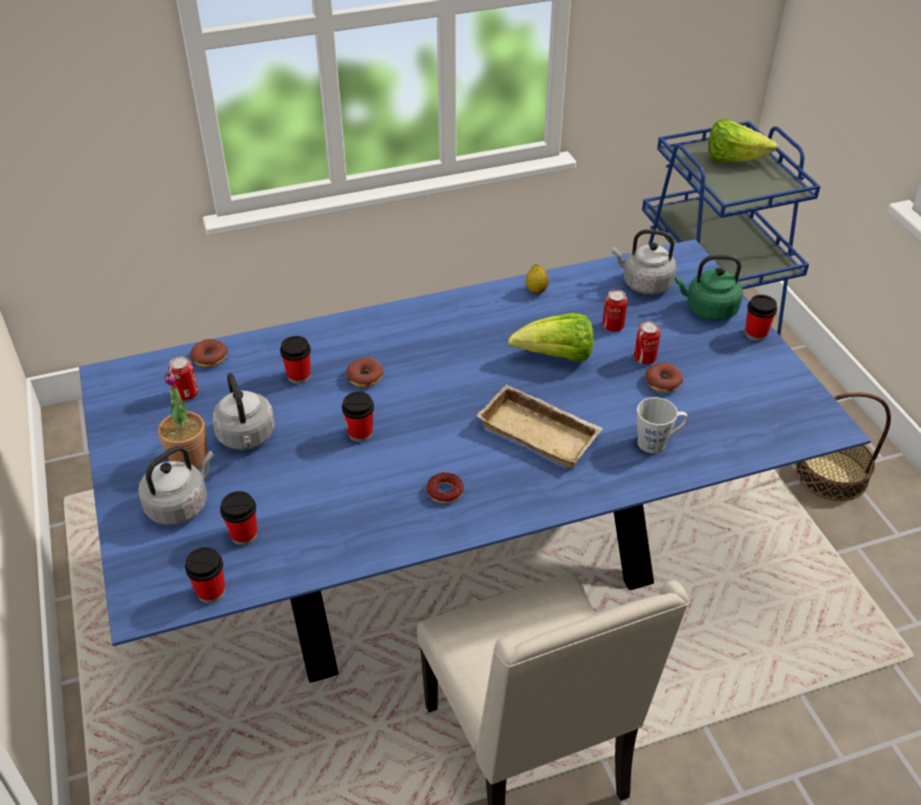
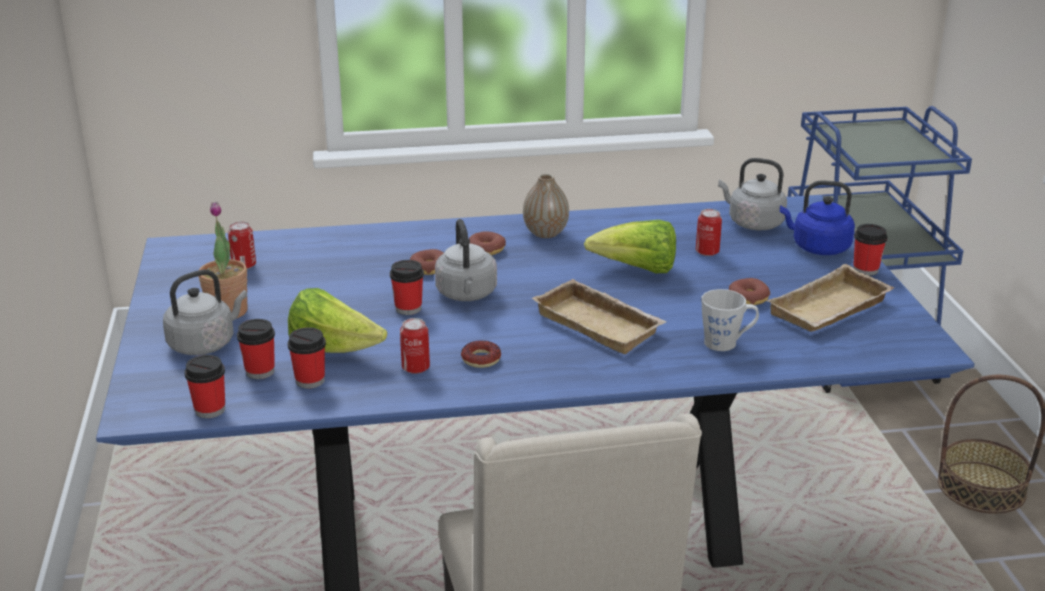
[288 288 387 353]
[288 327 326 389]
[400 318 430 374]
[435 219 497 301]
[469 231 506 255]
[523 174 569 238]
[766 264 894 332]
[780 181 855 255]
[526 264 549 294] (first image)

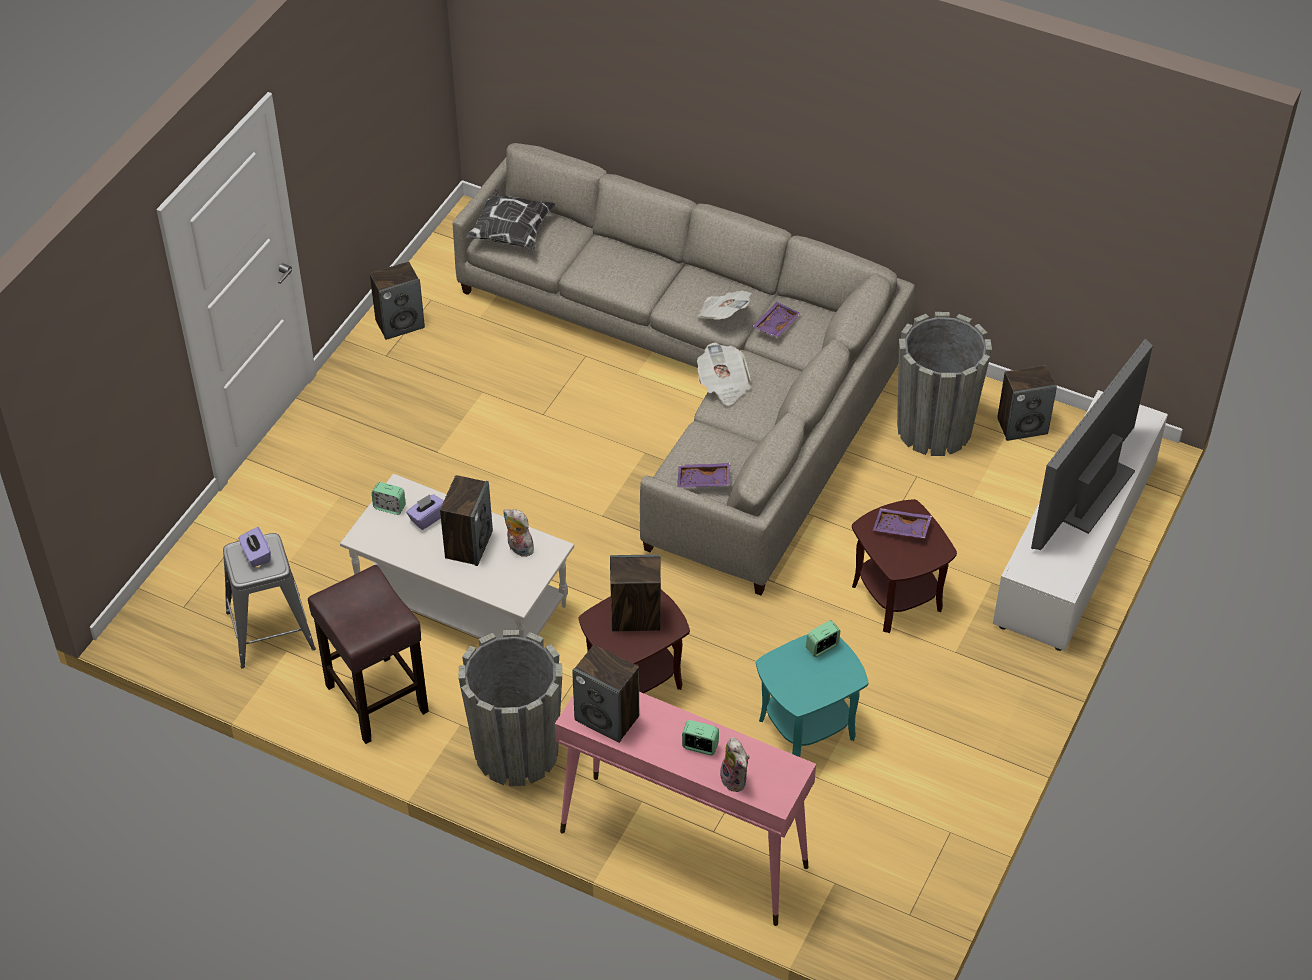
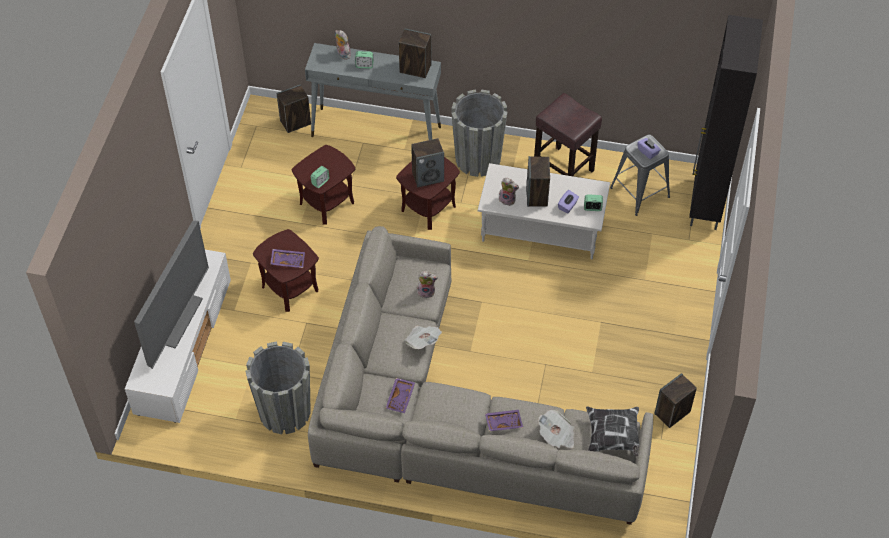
[277 84 311 133]
[292 145 355 224]
[305 43 441 140]
[417 271 438 298]
[485 410 523 431]
[538 410 575 449]
[689 15 763 230]

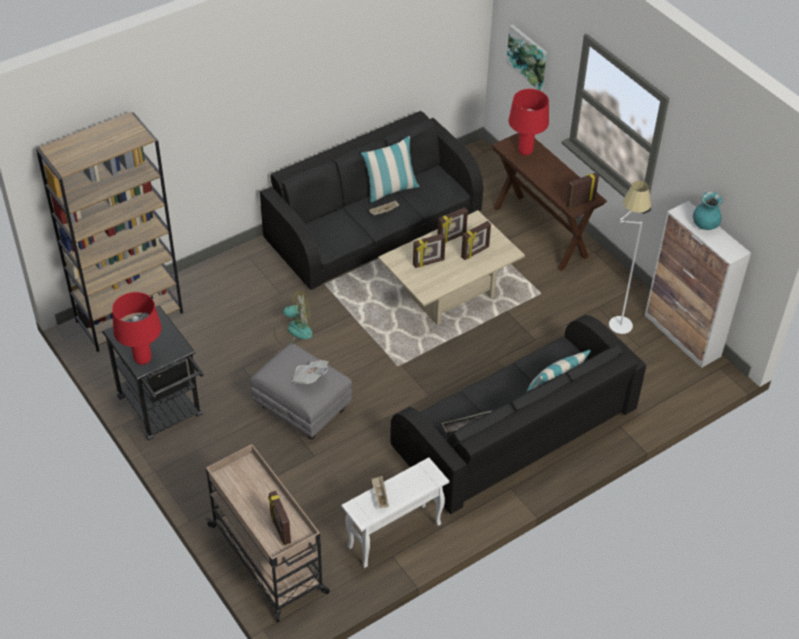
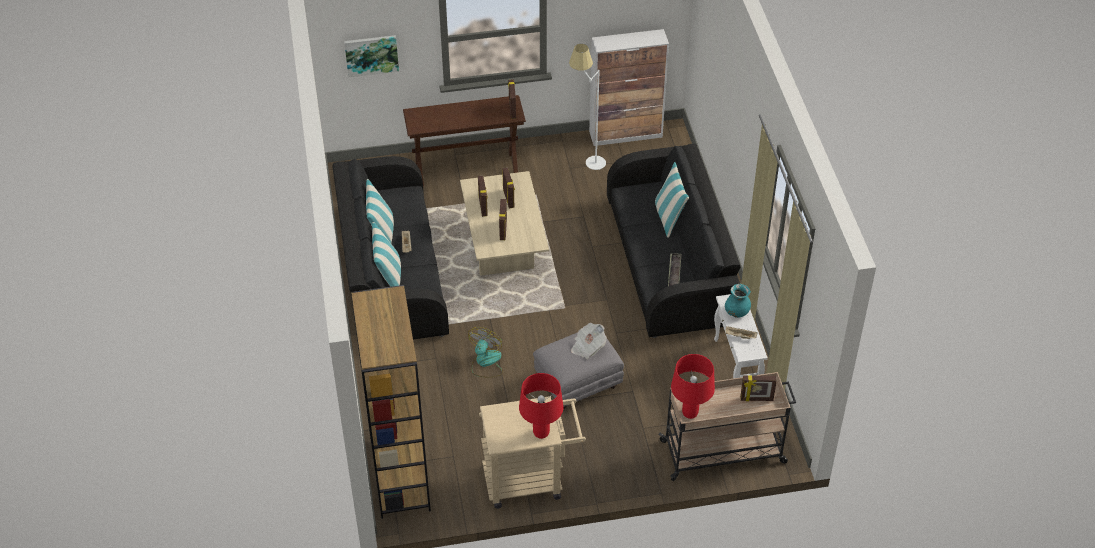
[372 222 401 287]
[479 396 586 509]
[671 354 715 419]
[725 284 751 318]

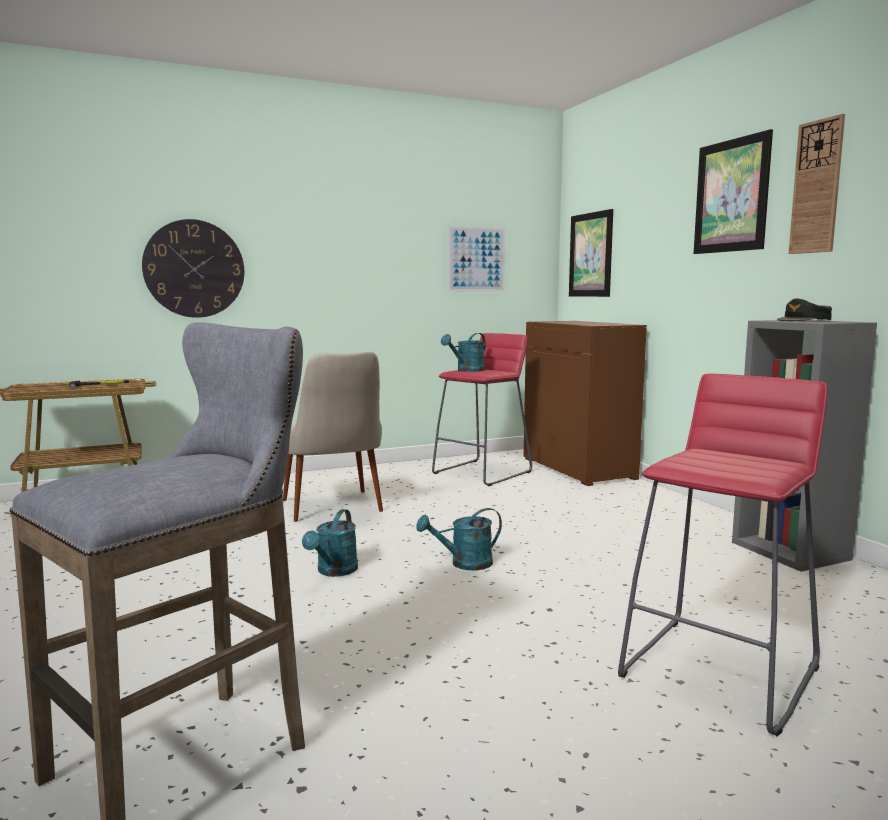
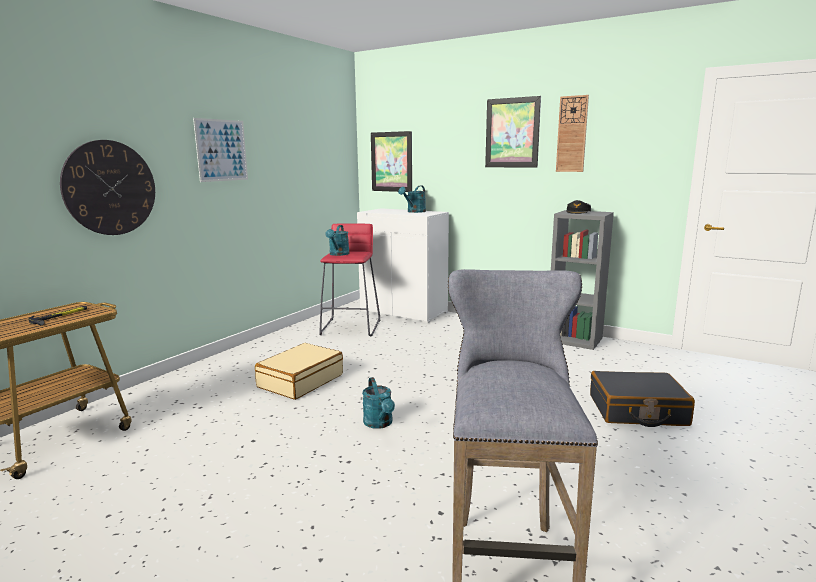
[193 118 248 182]
[255 343 343 400]
[357 208 449 323]
[398 186 426 213]
[590 371 695 427]

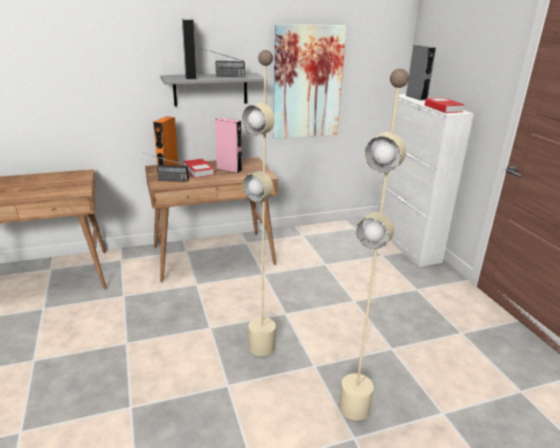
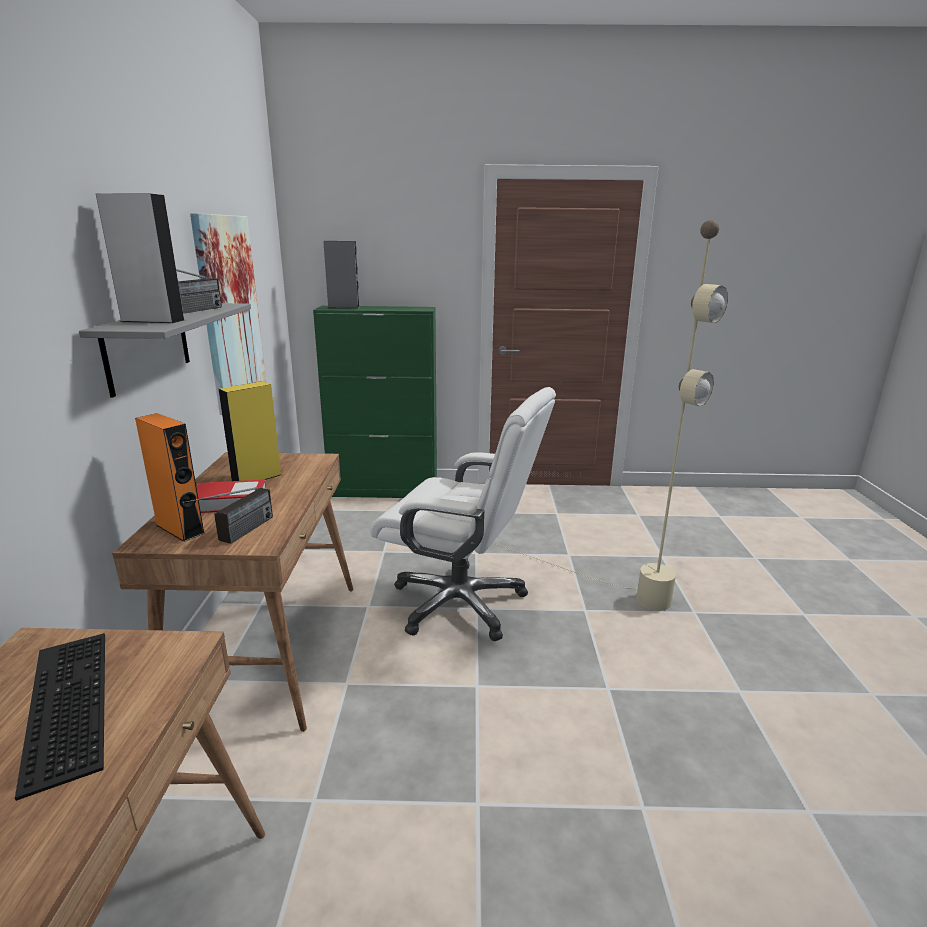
[15 633 105 801]
[219 381 282 481]
[313 306 437 498]
[370 387 556 641]
[425 98 465 113] (first image)

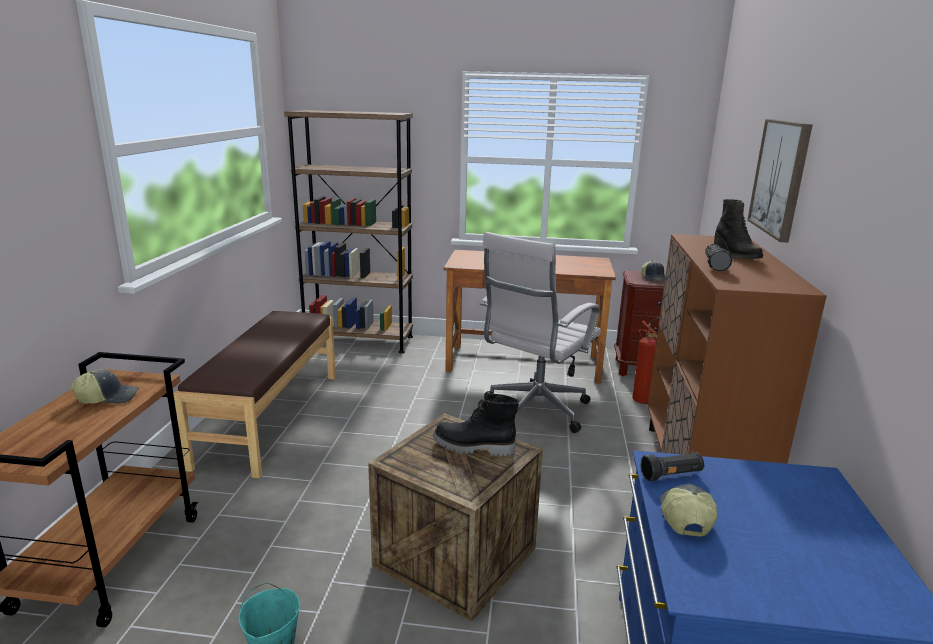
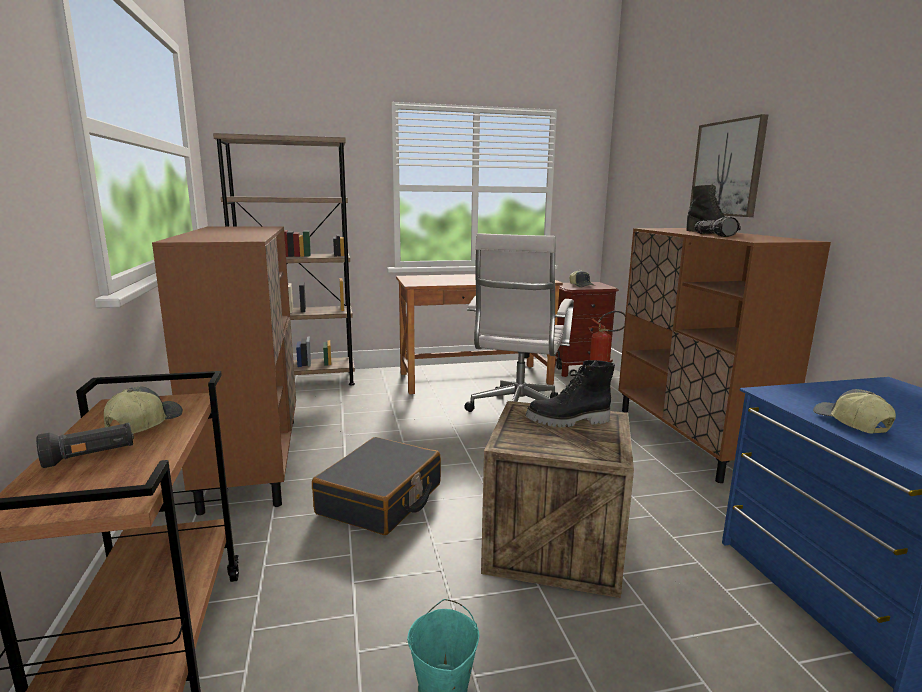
[36 422 134 468]
[104 387 183 434]
[152 226 296 515]
[312 437 441 535]

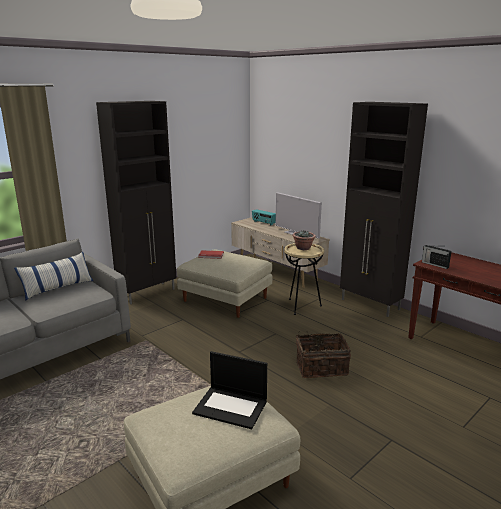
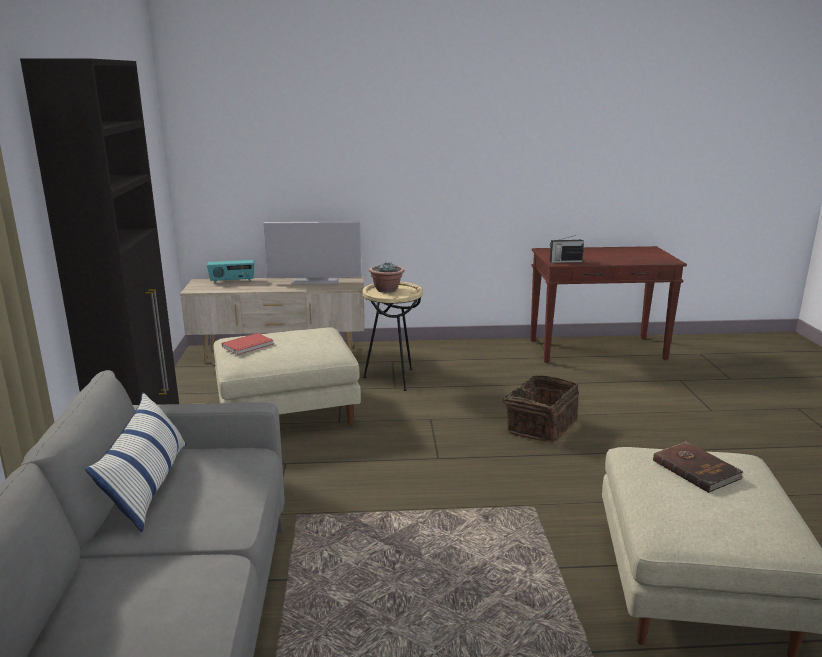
[653 441 744 493]
[340 102 428 317] (first image)

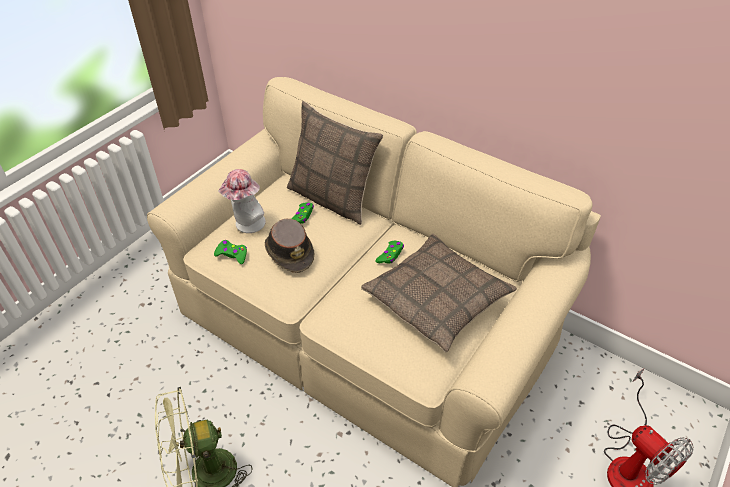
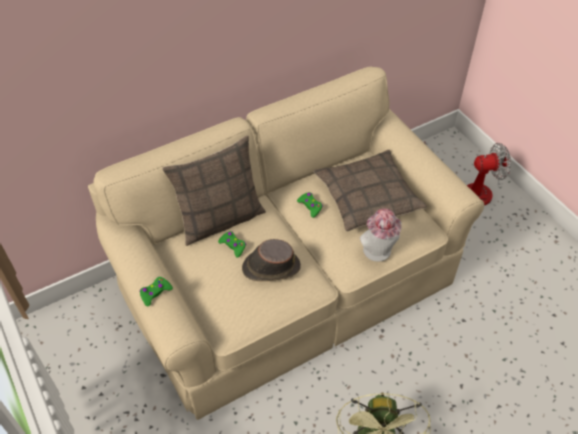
[140 277 173 306]
[360 208 402 262]

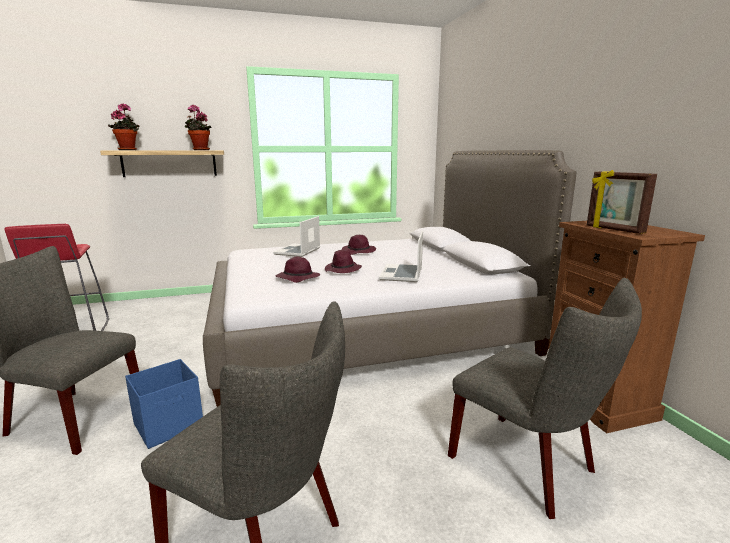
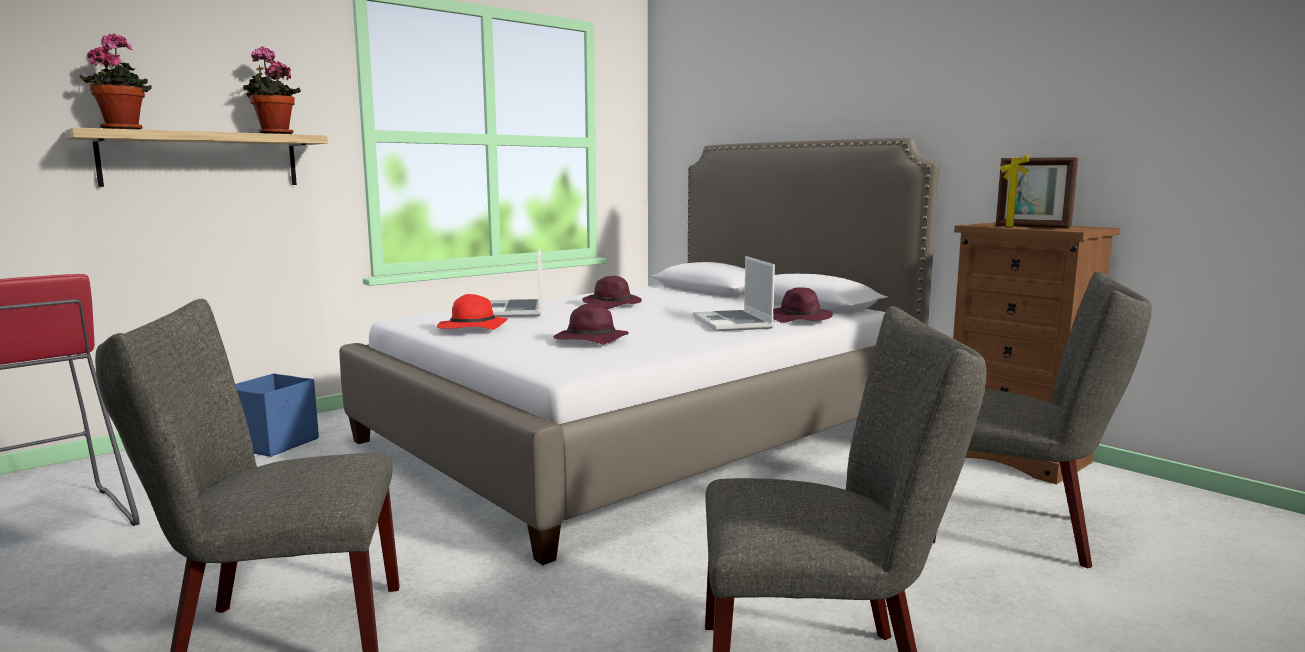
[235 374 319 457]
[437 294 508 330]
[773 288 833 323]

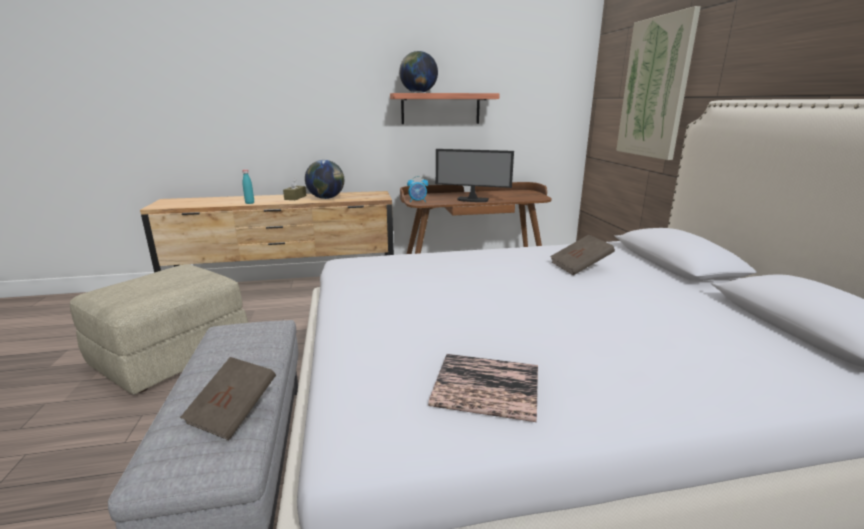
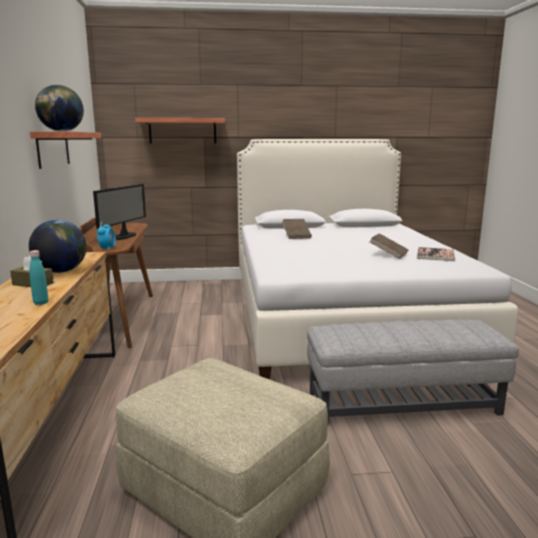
[135 118 225 144]
[370 233 409 259]

